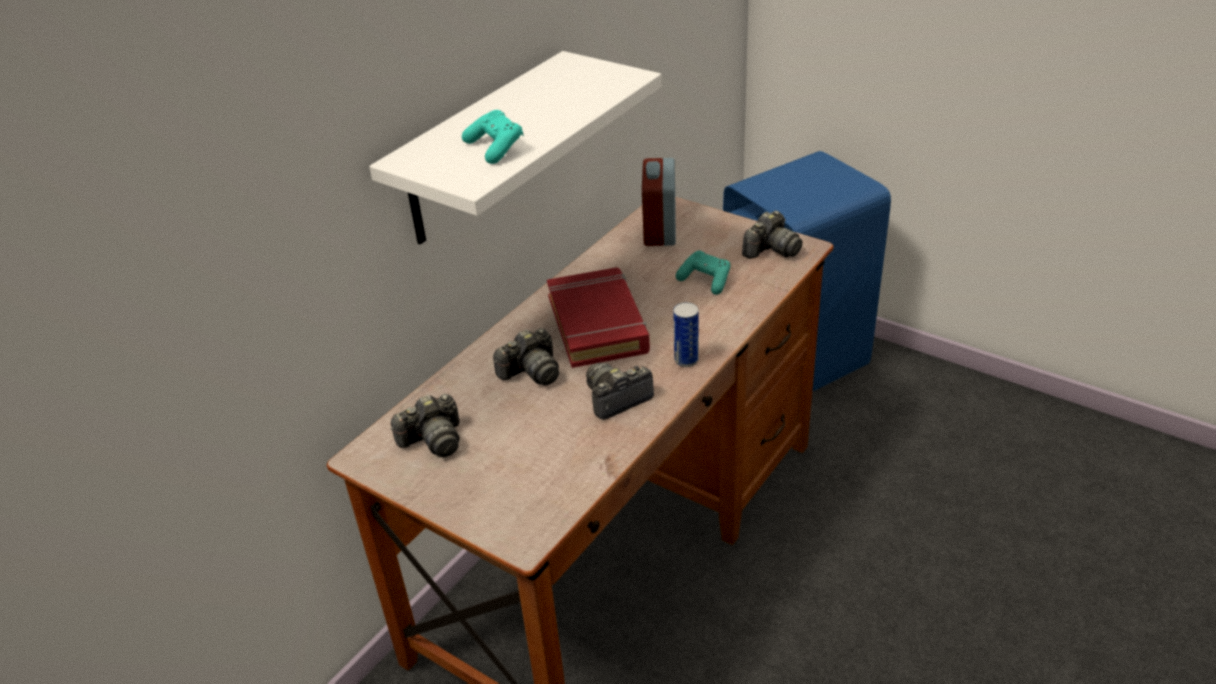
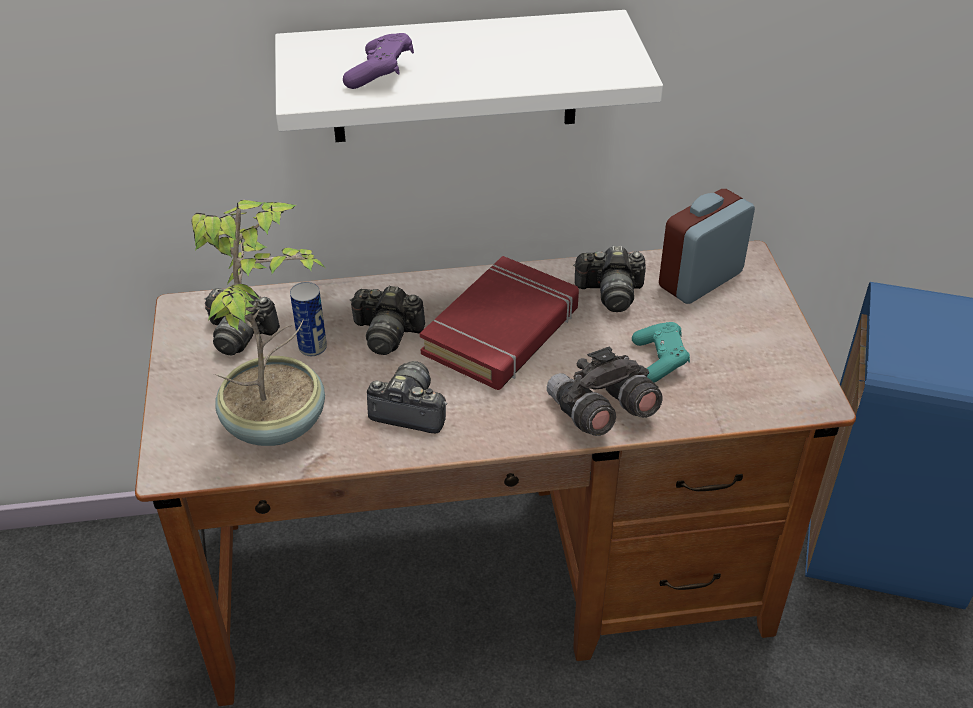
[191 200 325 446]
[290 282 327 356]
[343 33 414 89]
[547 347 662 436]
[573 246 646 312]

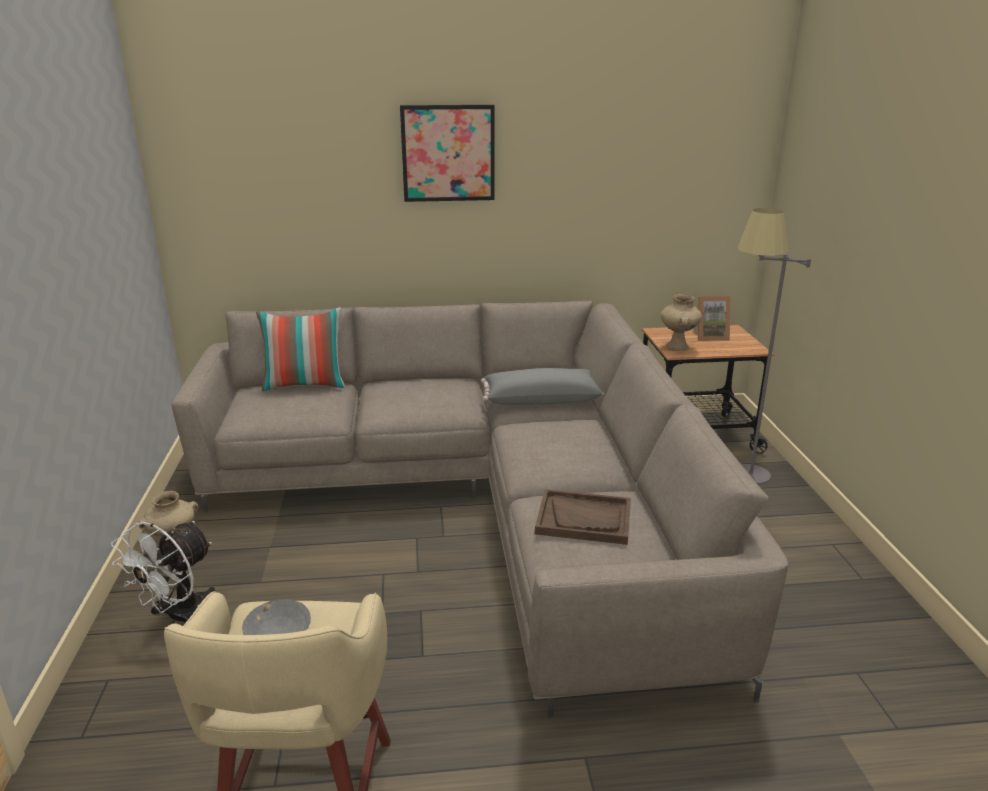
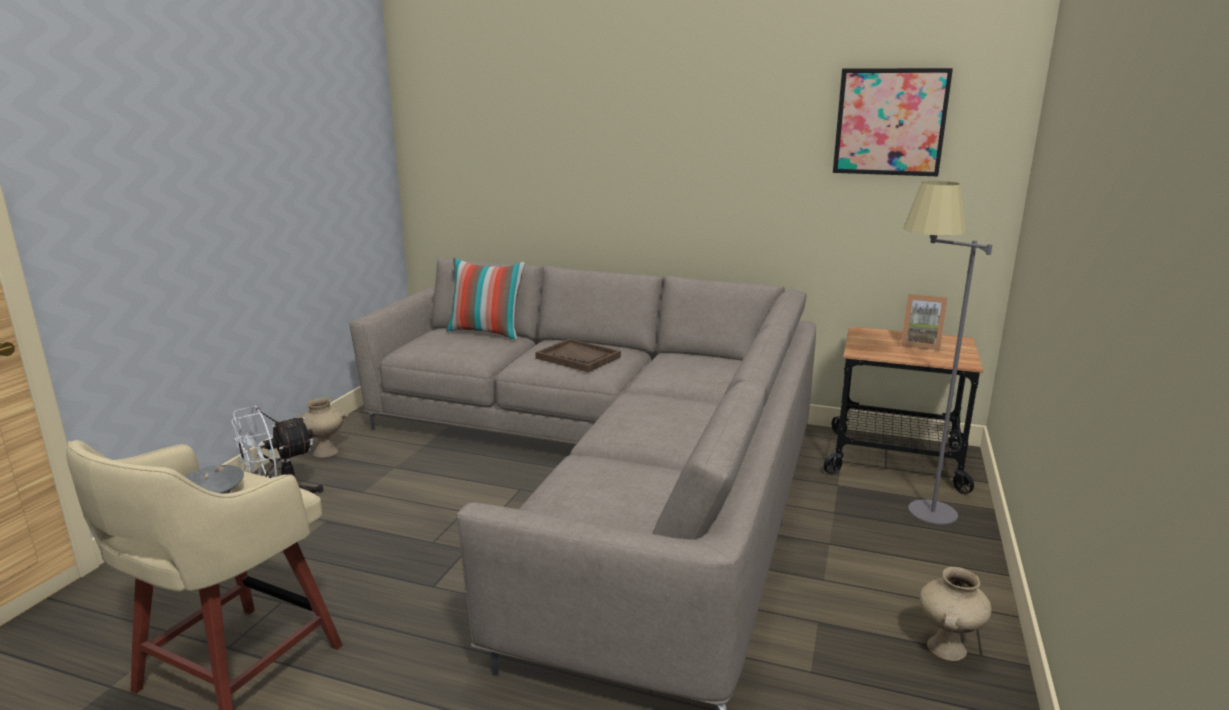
[535 339 621 372]
[833 68 953 177]
[920 567 992 661]
[481 368 604 405] (first image)

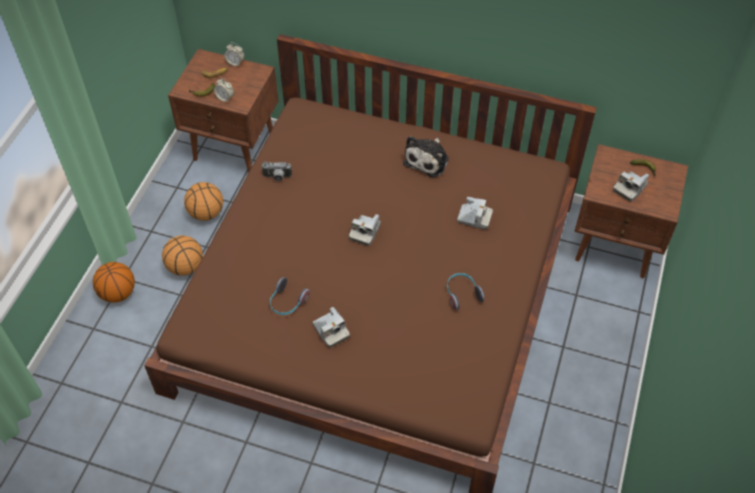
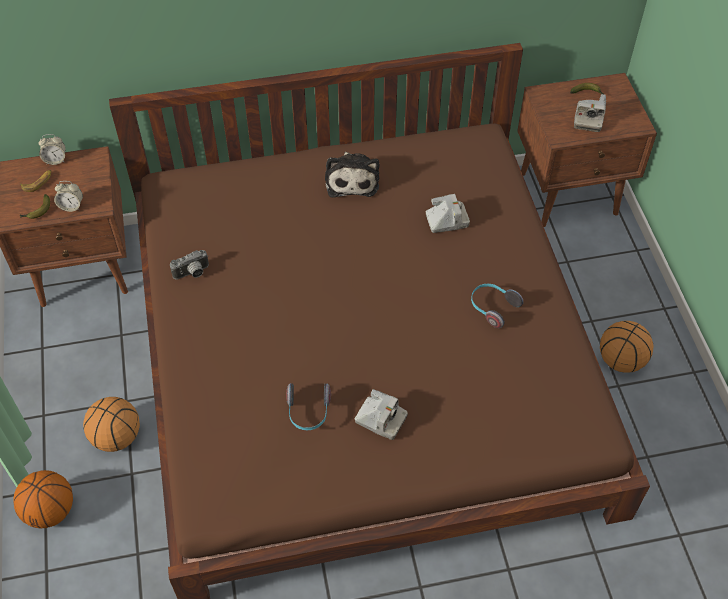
[600 321 653 373]
[349 214 381 246] (first image)

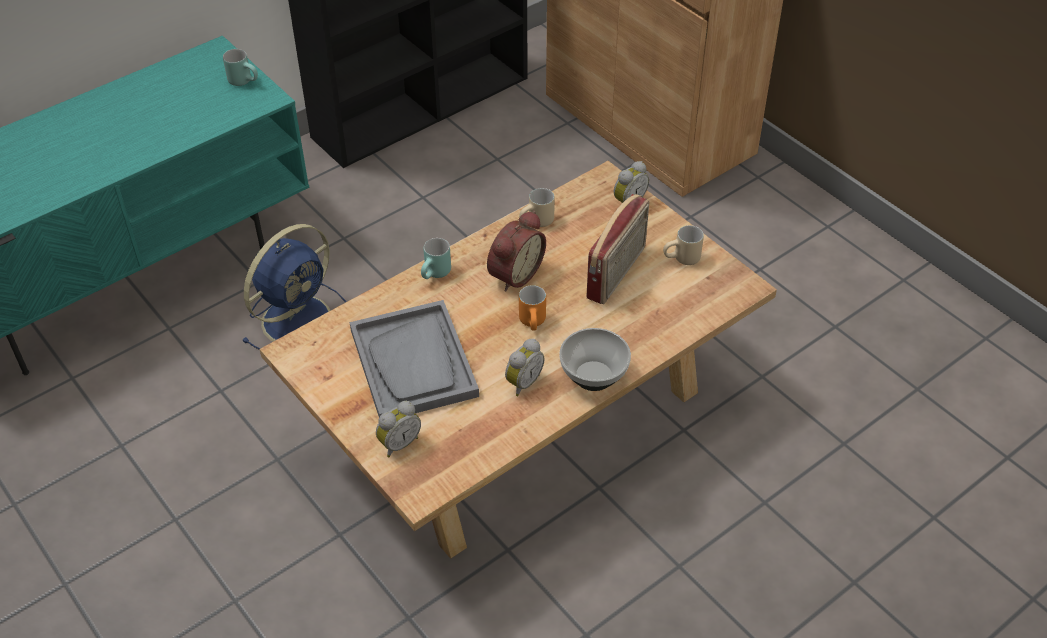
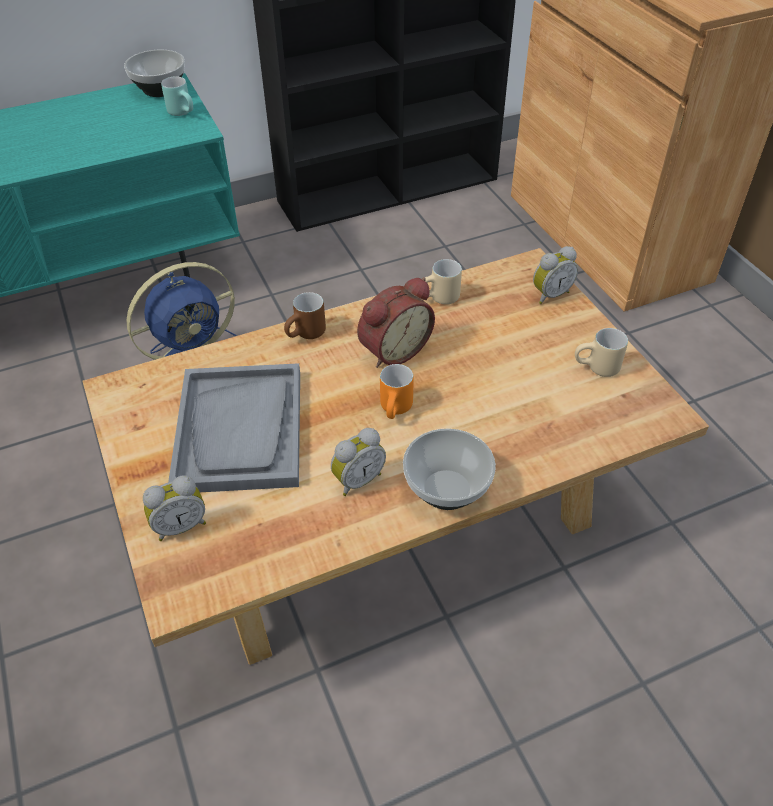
[124 50 185 97]
[284 292 326 339]
[586 194 649 304] (first image)

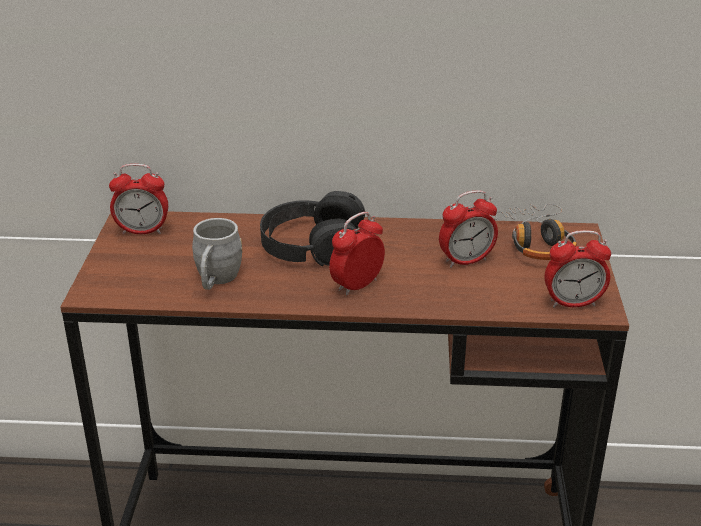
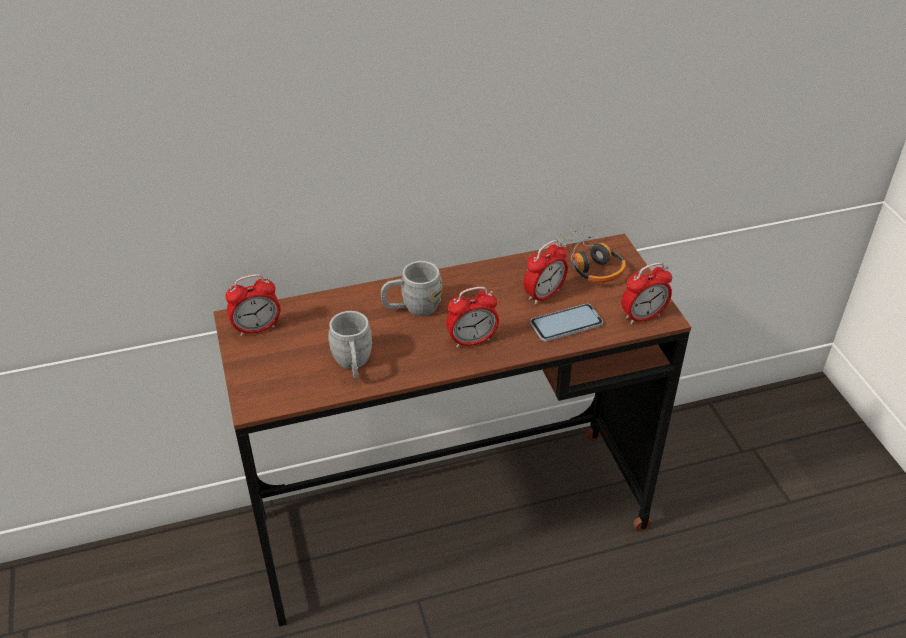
[381 261 443 316]
[446 287 499 348]
[530 304 603 341]

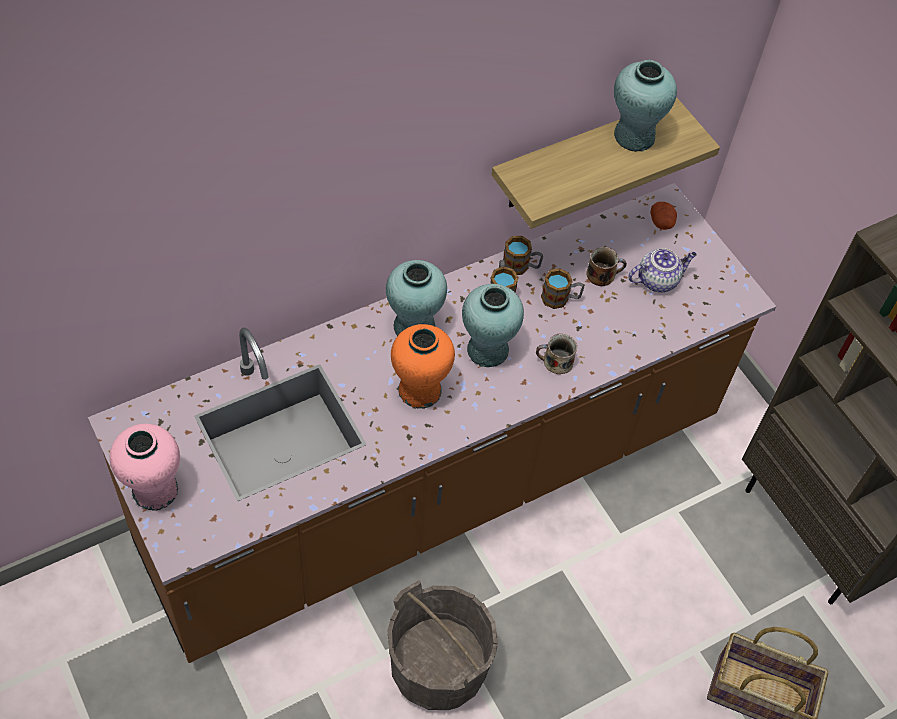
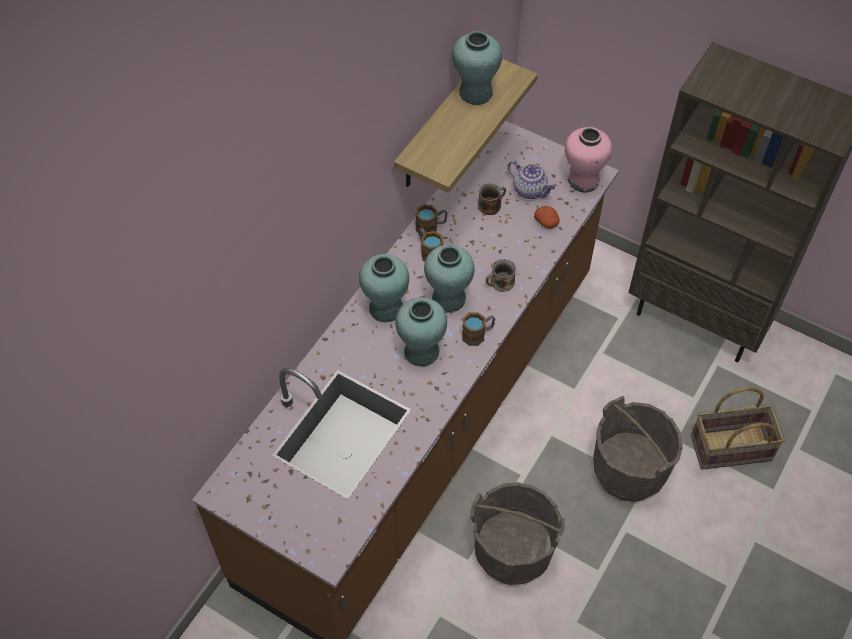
[395 297 447 367]
[462 312 495 346]
[508 161 555 199]
[534 206 560 229]
[565 127 612 192]
[593 396 683 502]

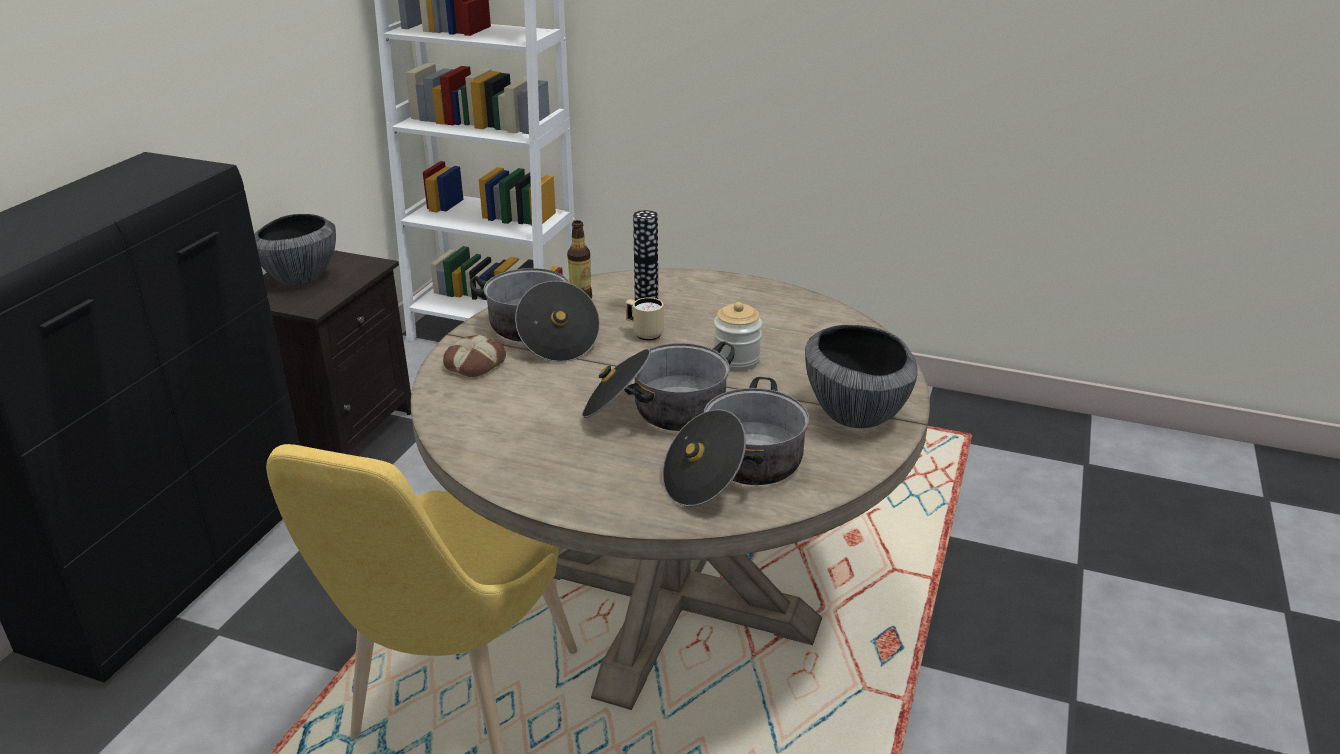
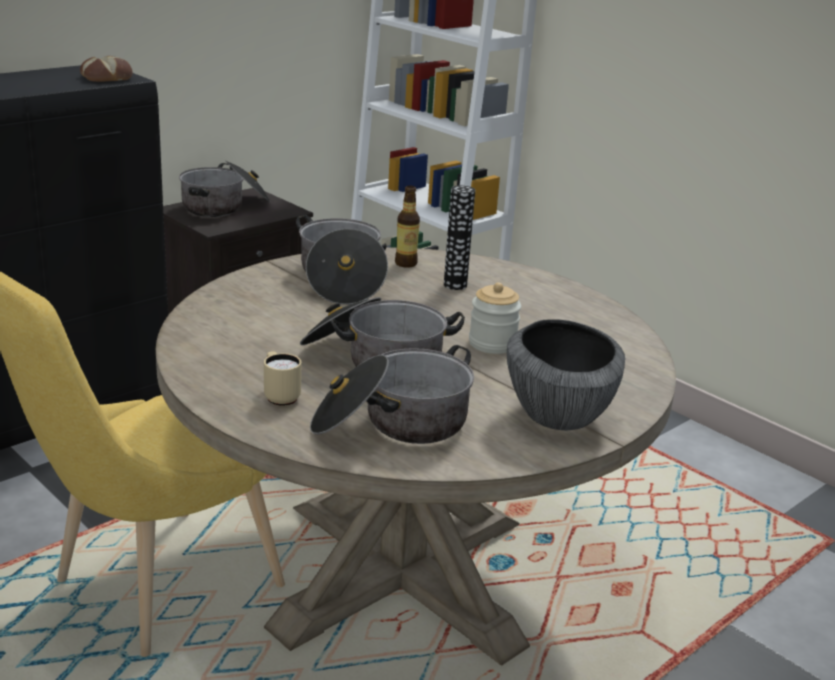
[80 56 133 82]
[179 160 270 217]
[264 351 301 406]

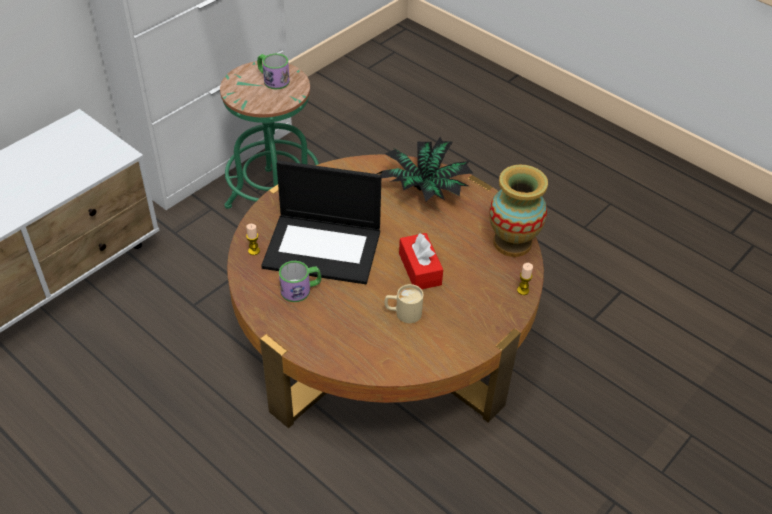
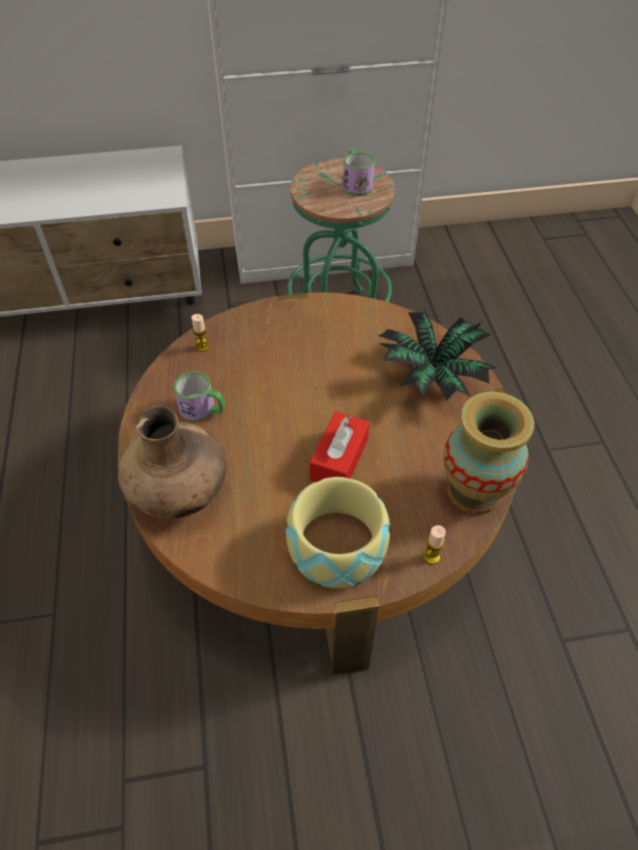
[118 406 227 519]
[286 477 390 588]
[261 160 381 284] (first image)
[384 284 424 323] (first image)

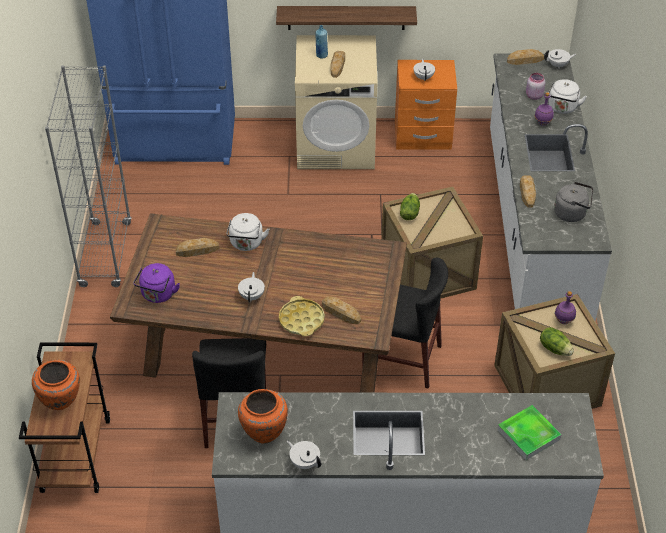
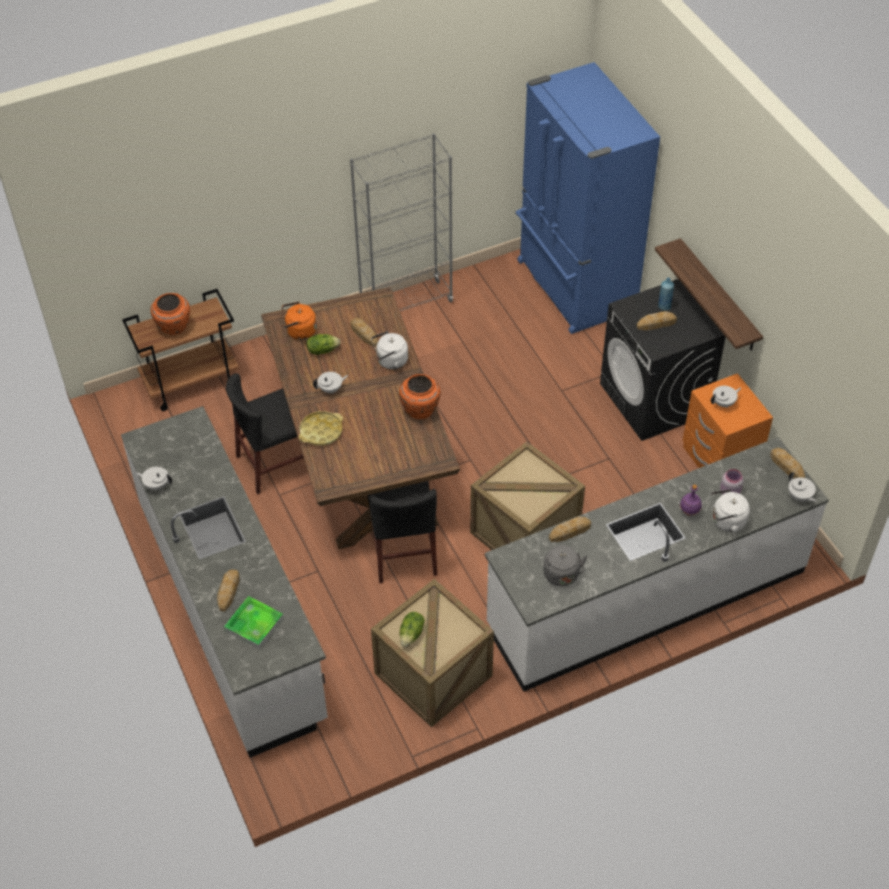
[136 467 172 490]
[217 570 239 612]
[282 302 317 340]
[307 334 341 355]
[399 374 441 419]
[600 279 726 441]
[555 291 576 324] (first image)

